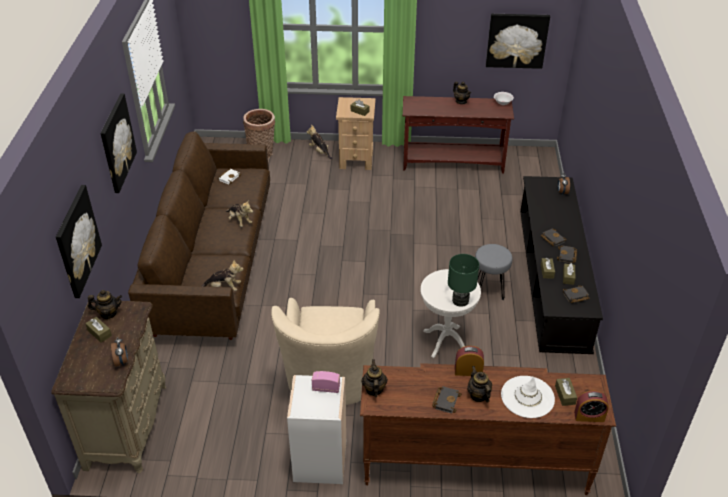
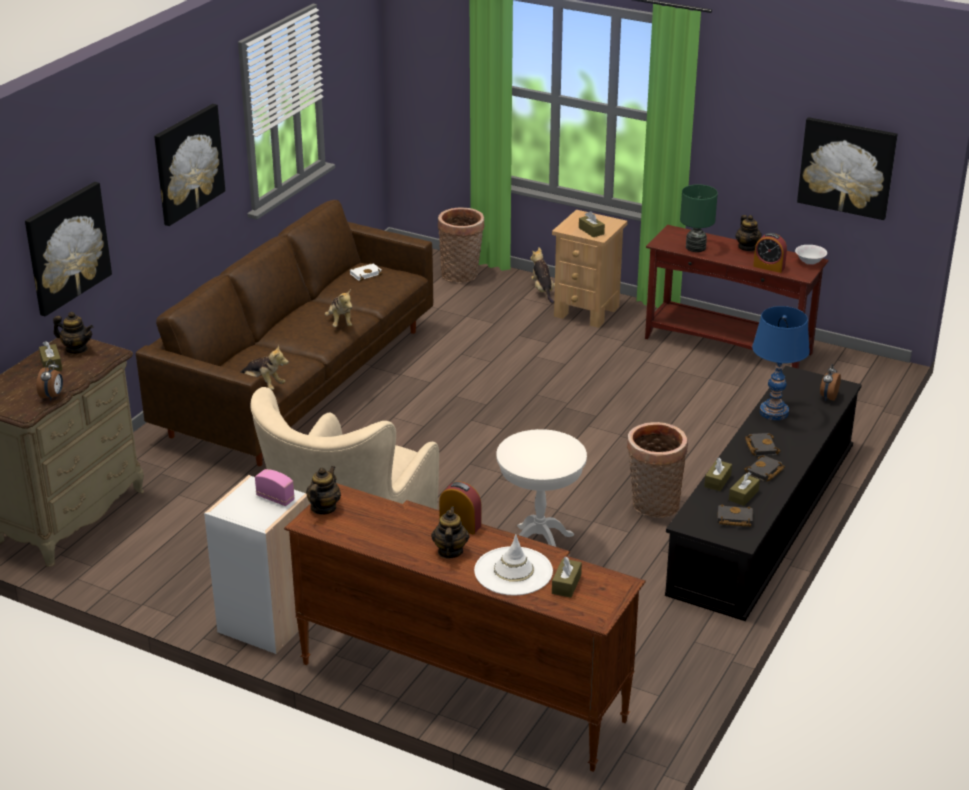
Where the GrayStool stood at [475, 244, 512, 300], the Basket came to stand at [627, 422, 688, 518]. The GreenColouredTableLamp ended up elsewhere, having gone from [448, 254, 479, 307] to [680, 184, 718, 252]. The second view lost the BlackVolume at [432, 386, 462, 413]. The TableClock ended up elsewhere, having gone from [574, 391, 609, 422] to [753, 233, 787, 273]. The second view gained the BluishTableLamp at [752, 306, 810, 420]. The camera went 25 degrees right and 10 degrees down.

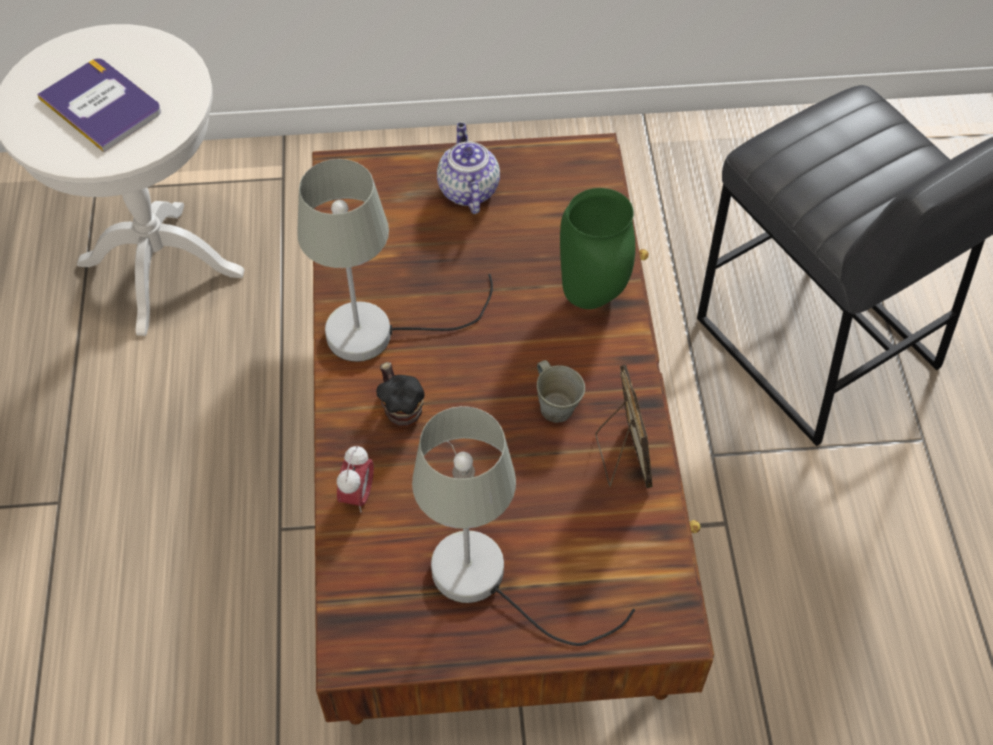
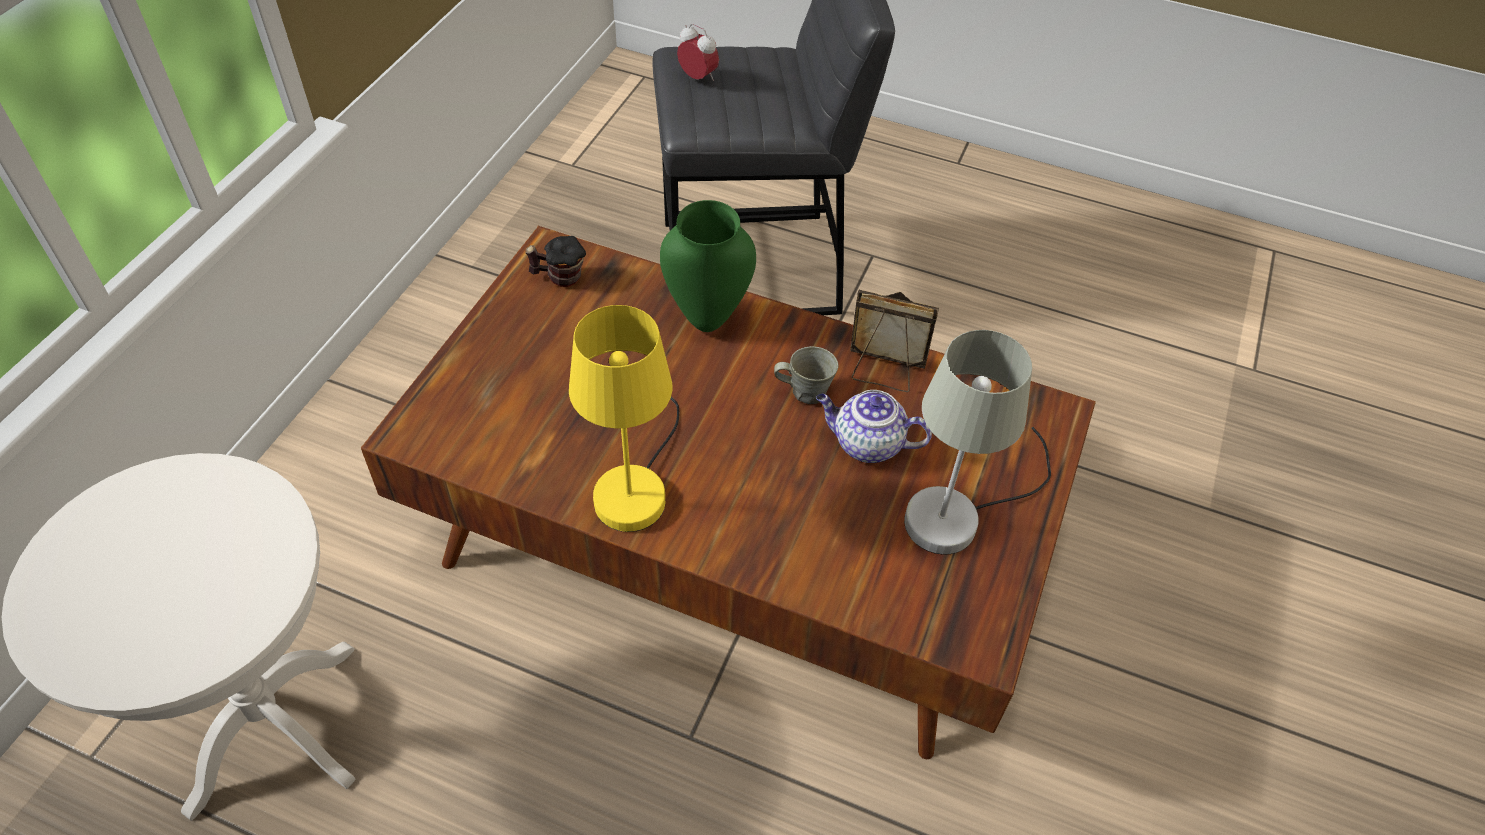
The second view lost the Volume at [37, 58, 161, 152]. The PotForTea ended up elsewhere, having gone from [437, 123, 500, 214] to [816, 390, 932, 463]. What was the GrayTableLamp at [297, 159, 493, 362] turned into the YellowColouredTableLamp at [569, 305, 679, 532]. The Mug ended up elsewhere, having gone from [376, 362, 425, 427] to [525, 236, 586, 287]. The TableClock ended up elsewhere, having gone from [337, 445, 374, 512] to [677, 23, 719, 81]. The camera went 65 degrees left and 5 degrees down.

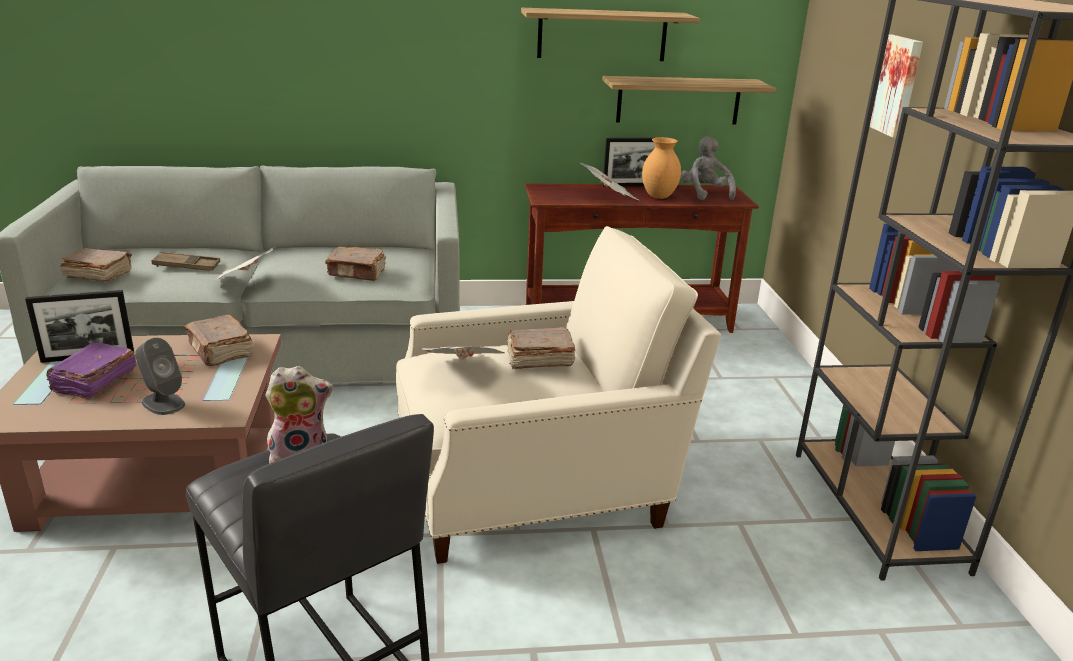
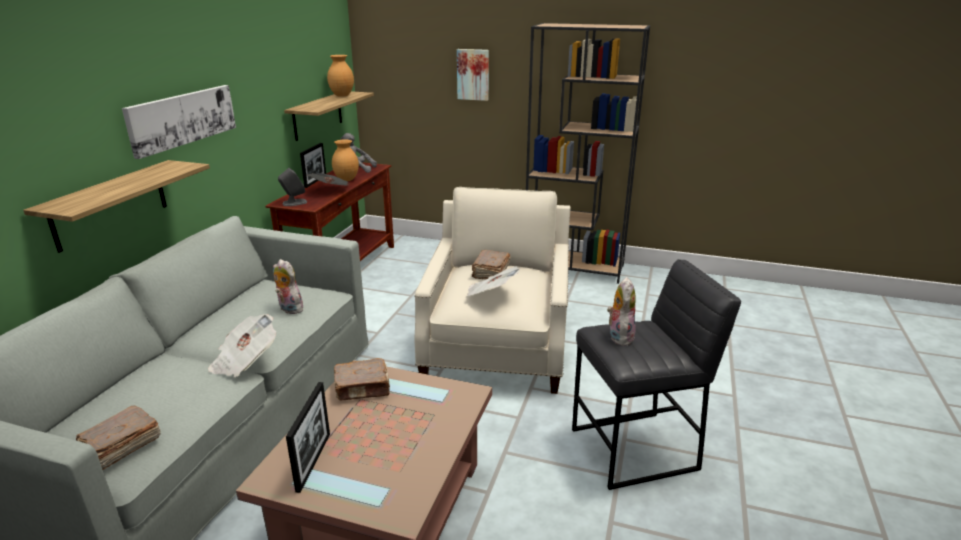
The Shelf ended up elsewhere, having gone from [521, 8, 700, 61] to [23, 160, 210, 253]. Where the BrownishVolume stood at [325, 247, 386, 281], the SoftToy came to stand at [273, 259, 303, 314]. The second view lost the BrownishServingTray at [151, 252, 220, 271]. The GrayLoudspeaker ended up elsewhere, having gone from [135, 338, 185, 415] to [278, 168, 307, 206]. The second view lost the PurplishVolume at [46, 342, 136, 400]. The second view gained the BrownishFlowerVase at [327, 55, 354, 97]. The second view gained the Picture at [122, 85, 236, 159]. The camera went 65 degrees left and 0 degrees up.

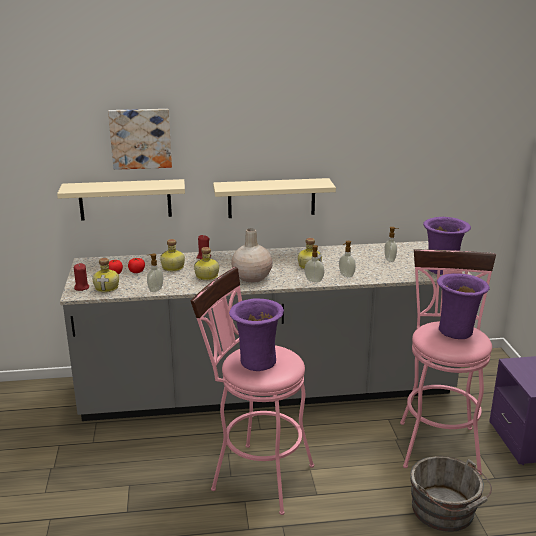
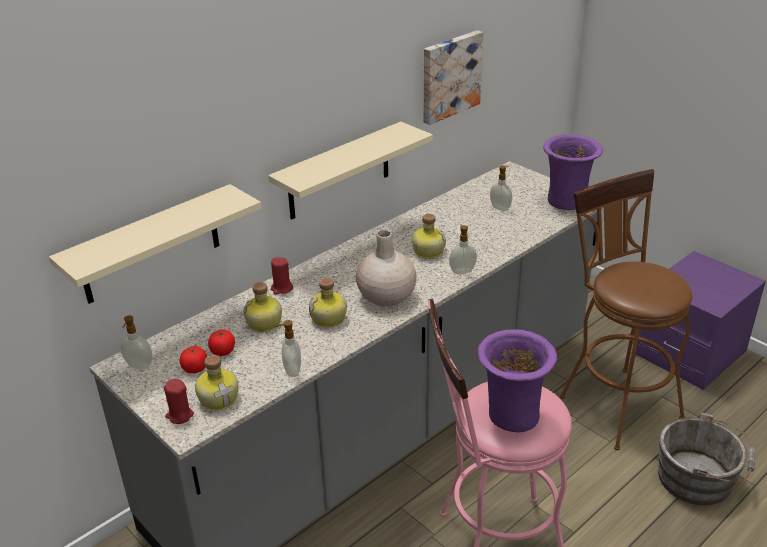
The Picture ended up elsewhere, having gone from [108, 109, 172, 170] to [423, 30, 483, 125]. The LiquidSoapBottle ended up elsewhere, having gone from [339, 241, 356, 278] to [120, 315, 152, 369]. What was the PinkColouredStool at [400, 249, 496, 475] turned into the BrownishStool at [560, 169, 692, 450]. The second view lost the PurplishFlowerVase at [437, 273, 490, 339]. The camera went 35 degrees left and 10 degrees up.

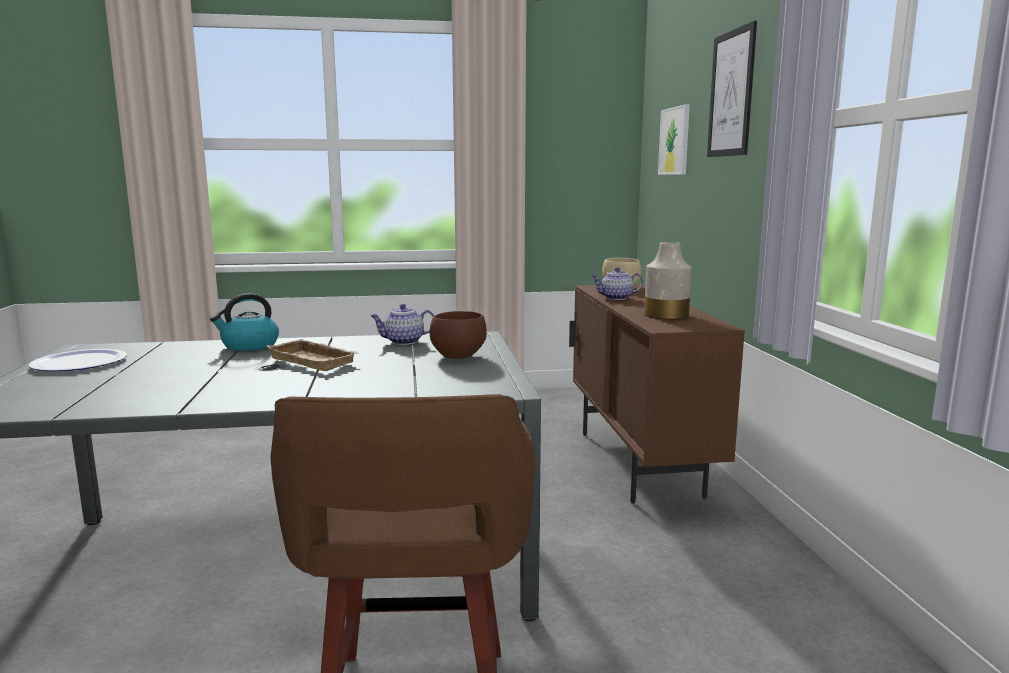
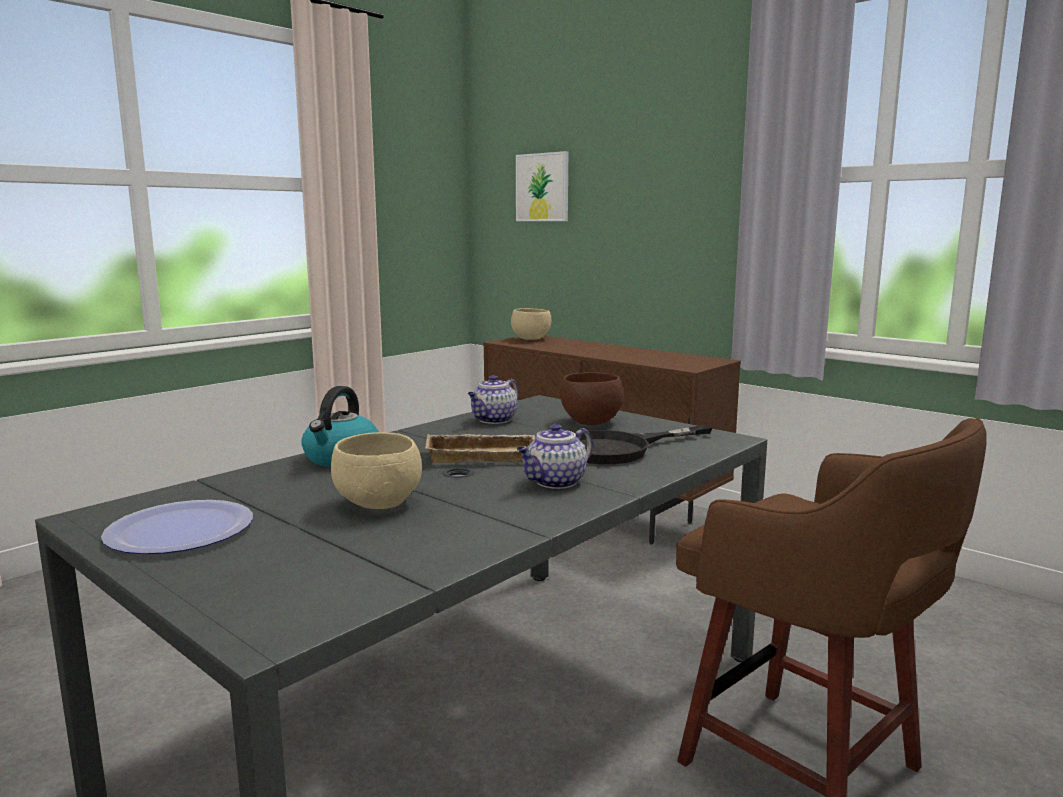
The second view lost the Picture at [707, 21, 757, 157]. The second view lost the BeigeFlowerVase at [644, 242, 692, 320]. The PotForTea ended up elsewhere, having gone from [592, 267, 643, 300] to [517, 424, 593, 489]. The second view gained the BlackPan at [574, 425, 713, 464]. The second view gained the BeigeDeepDish at [331, 432, 422, 509]. The camera went 40 degrees left and 0 degrees up.

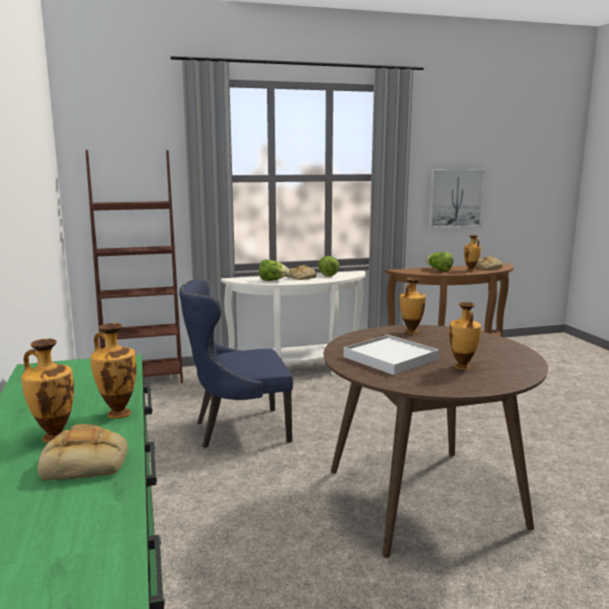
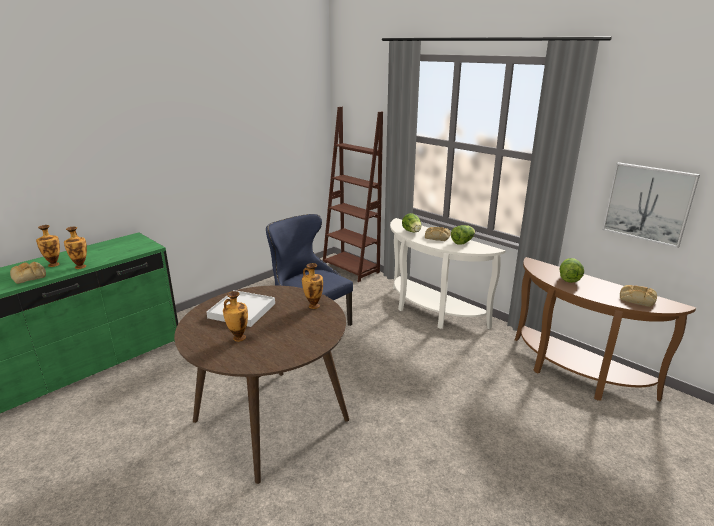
The second view lost the FlowerVase at [464, 235, 481, 271]. The camera went 60 degrees right and 10 degrees up.

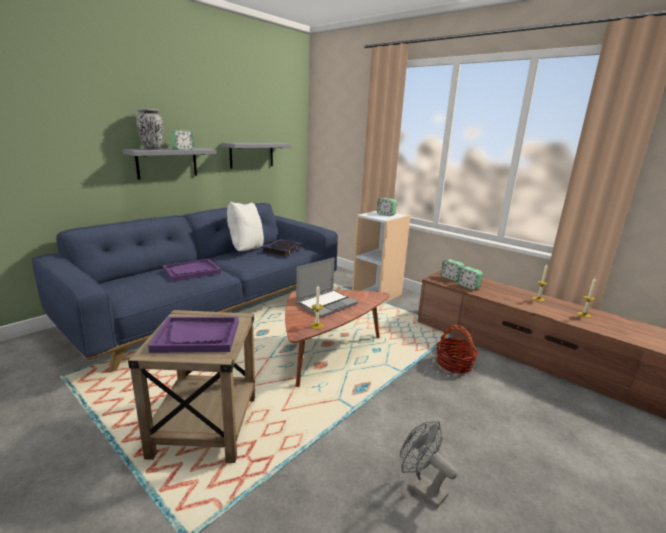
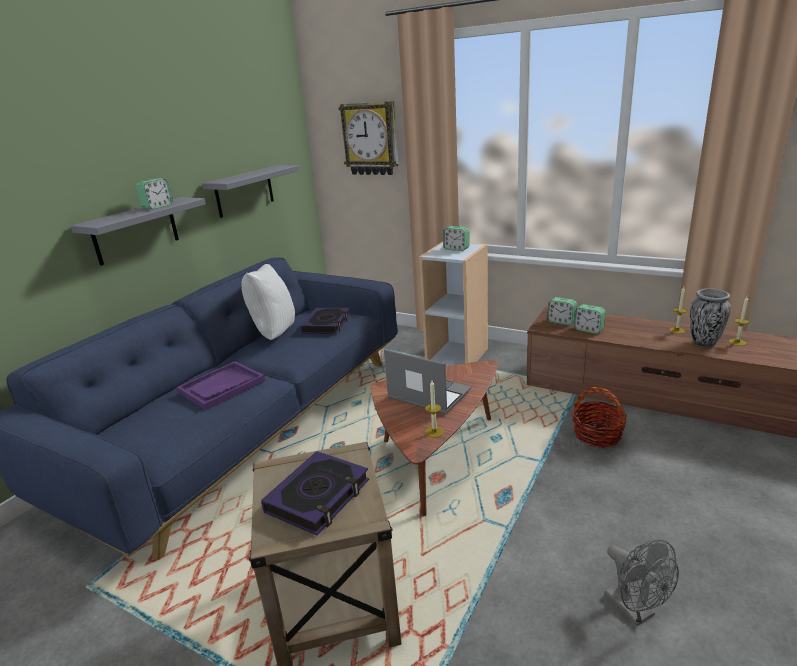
The FlowerVase ended up elsewhere, having gone from [136, 108, 163, 150] to [690, 288, 731, 347]. The PortableComputer at [296, 257, 358, 318] ended up facing another way, 90 degrees counterclockwise from before. Where the PurplishServingTray stood at [148, 317, 239, 353], the Volume came to stand at [261, 451, 369, 535]. The GrayCoolingFan at [400, 421, 458, 508] ended up facing another way, 150 degrees counterclockwise from before. The second view gained the WallClock at [338, 101, 399, 175]. The camera went 10 degrees left and 5 degrees up.

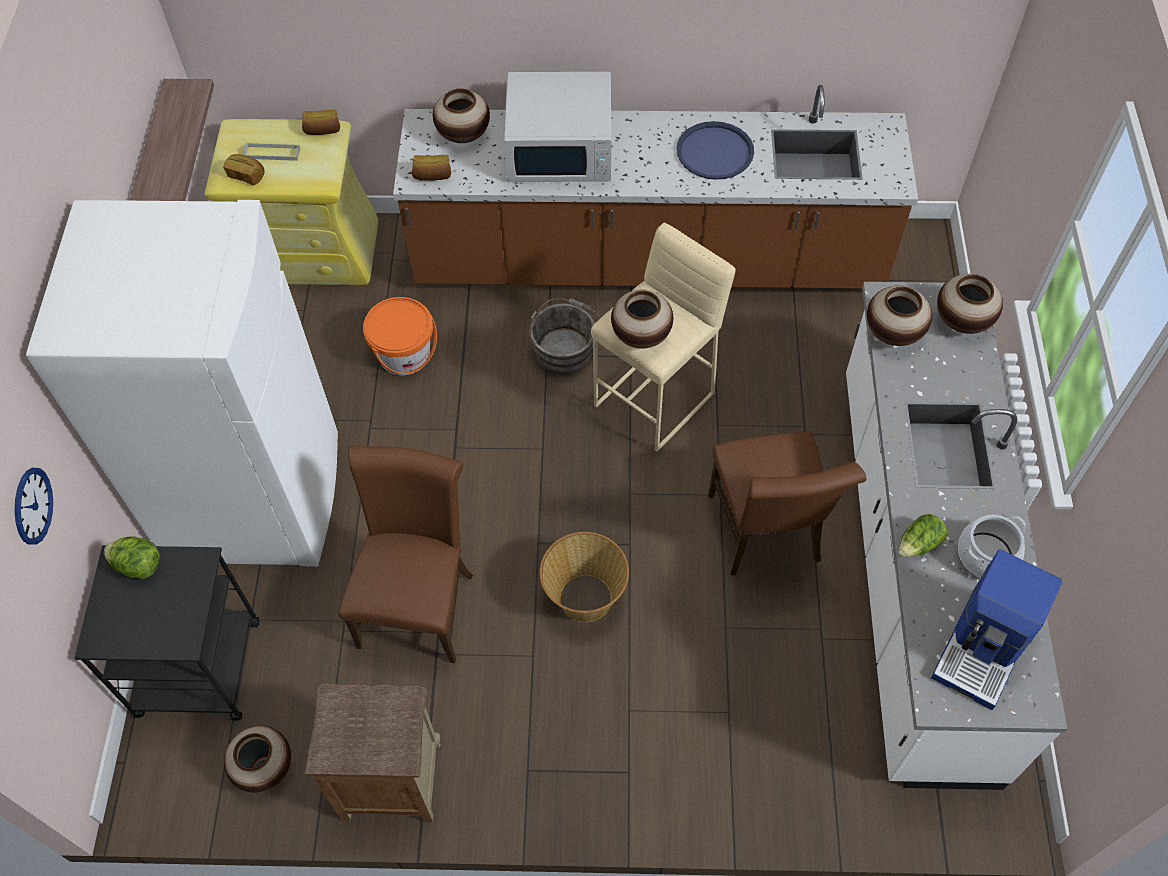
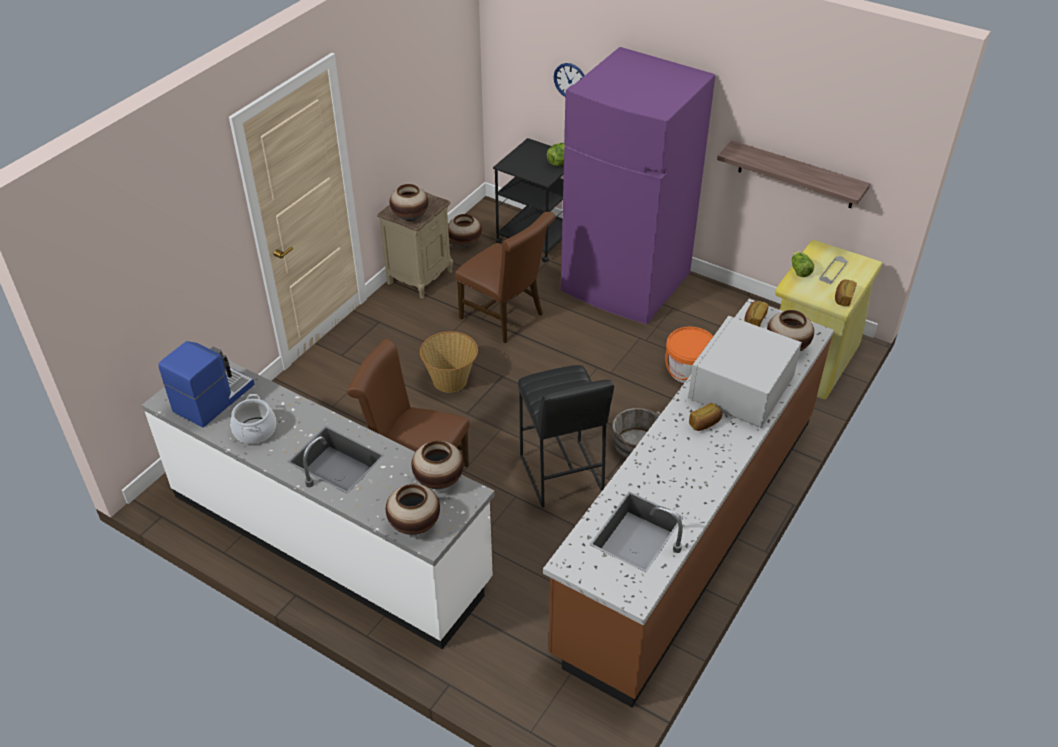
The second view lost the BluishServingTray at [677, 121, 754, 180]. The BakedBread ended up elsewhere, having gone from [223, 154, 264, 185] to [689, 403, 722, 431]. What was the WhiteColouredRefrigerator at [26, 200, 338, 567] turned into the PurplishRefrigerator at [561, 47, 715, 324]. What was the BeigeStool at [591, 223, 736, 452] turned into the BlackStool at [518, 365, 614, 508]. The FlowerVase ended up elsewhere, having gone from [611, 290, 673, 348] to [390, 184, 428, 221]. The HeadOfLettuce ended up elsewhere, having gone from [898, 514, 948, 558] to [792, 251, 814, 277]. The CoffeeMaker at [931, 549, 1062, 710] ended up facing another way, 60 degrees clockwise from before. The camera went 120 degrees right and 15 degrees down.

